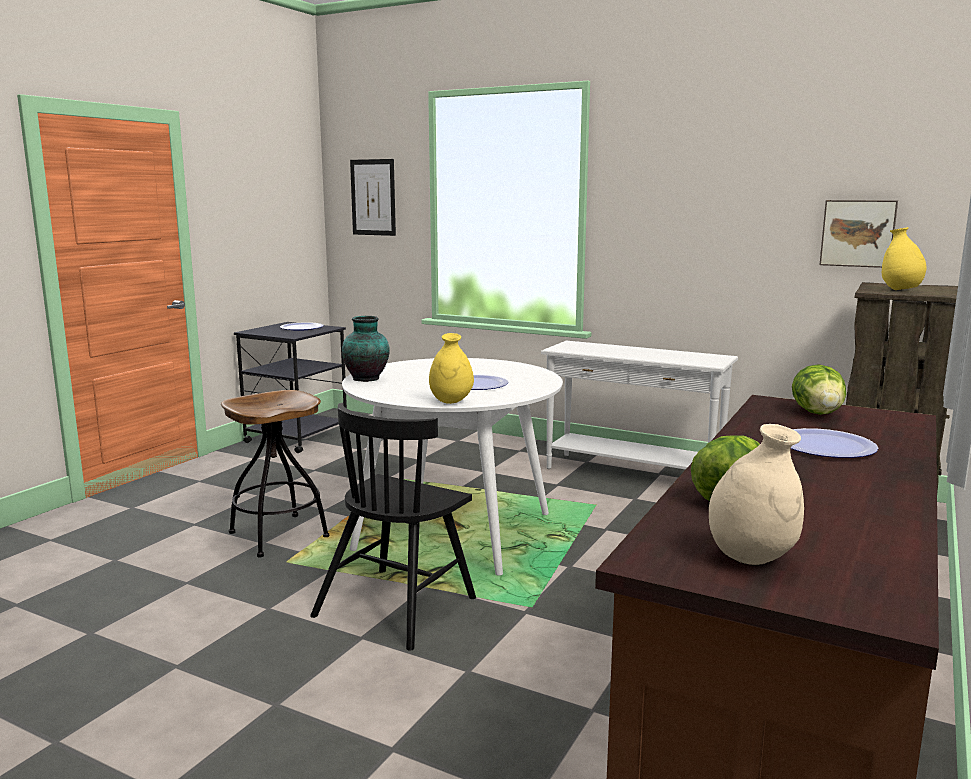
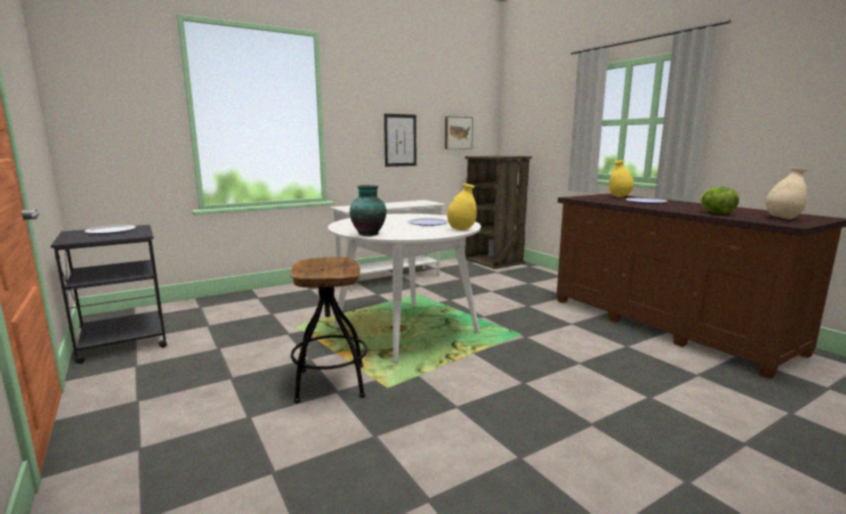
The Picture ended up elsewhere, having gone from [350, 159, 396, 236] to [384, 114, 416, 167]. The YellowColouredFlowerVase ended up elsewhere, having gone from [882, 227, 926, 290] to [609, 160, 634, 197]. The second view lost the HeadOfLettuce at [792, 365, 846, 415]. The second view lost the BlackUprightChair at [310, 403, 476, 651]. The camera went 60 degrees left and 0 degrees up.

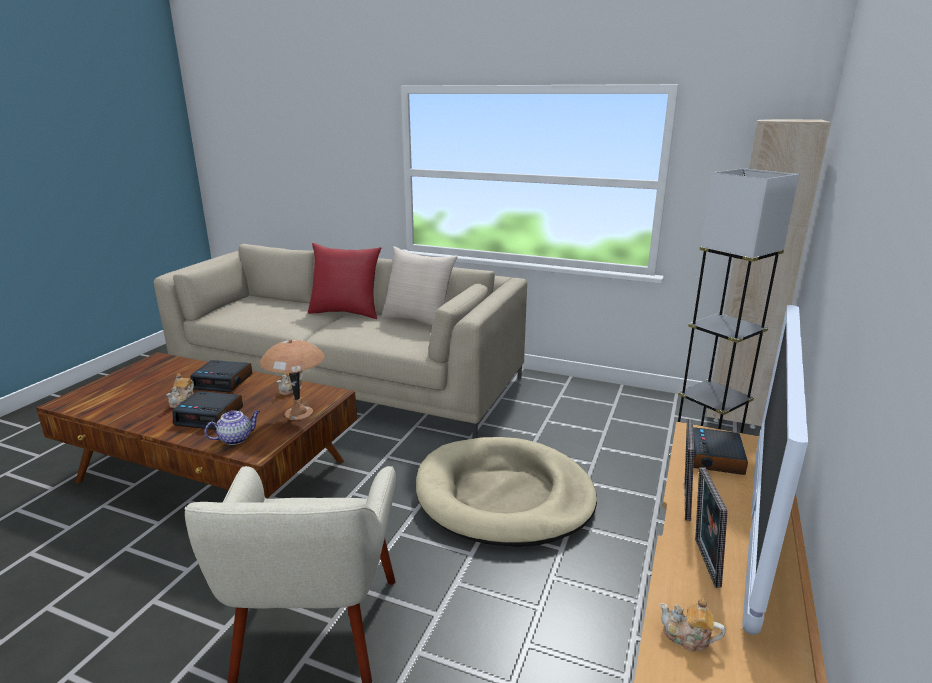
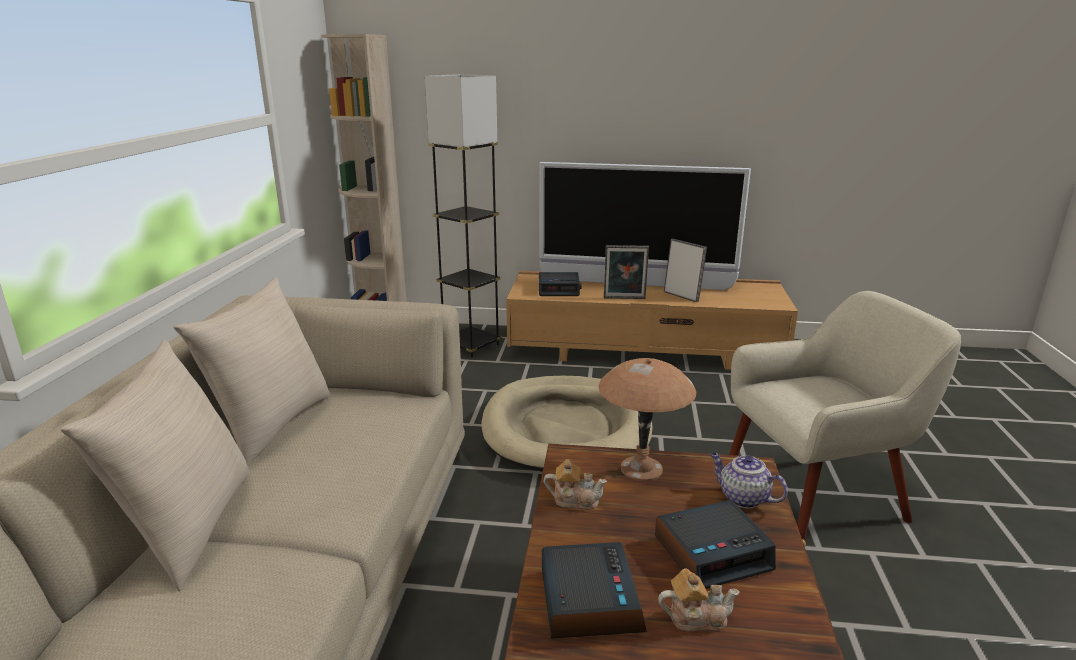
What was the RedThrowPillow at [308, 243, 382, 319] turned into the BeigeThrowPillow at [60, 340, 250, 592]. The TableClock at [172, 391, 243, 430] ended up facing another way, 75 degrees clockwise from before. The PictureFrame at [695, 467, 728, 588] ended up facing another way, 120 degrees counterclockwise from before. The second view lost the PotForTea at [660, 598, 725, 652]. The camera went 105 degrees left and 0 degrees up.

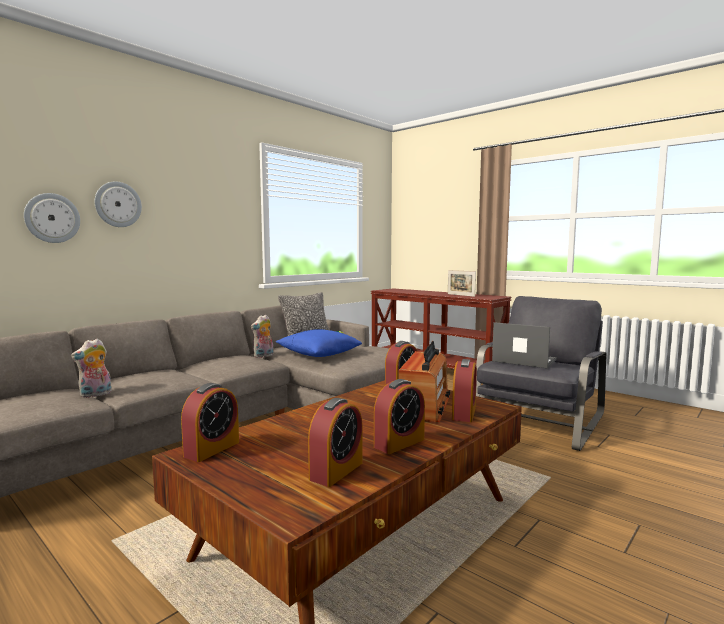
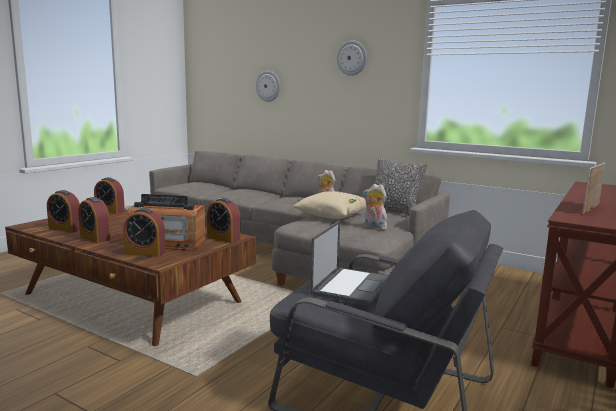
The WallClock ended up elsewhere, having gone from [95, 181, 142, 227] to [336, 40, 367, 76]. What was the BluishThrowPillow at [276, 329, 362, 357] turned into the BeigeThrowPillow at [293, 191, 367, 219]. The SoftToy ended up elsewhere, having gone from [71, 339, 112, 398] to [363, 184, 390, 230]. The camera went 80 degrees right and 5 degrees up.

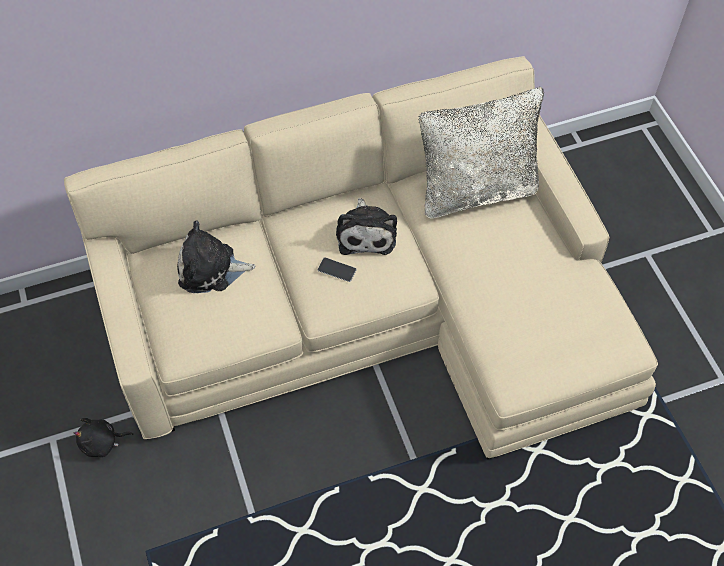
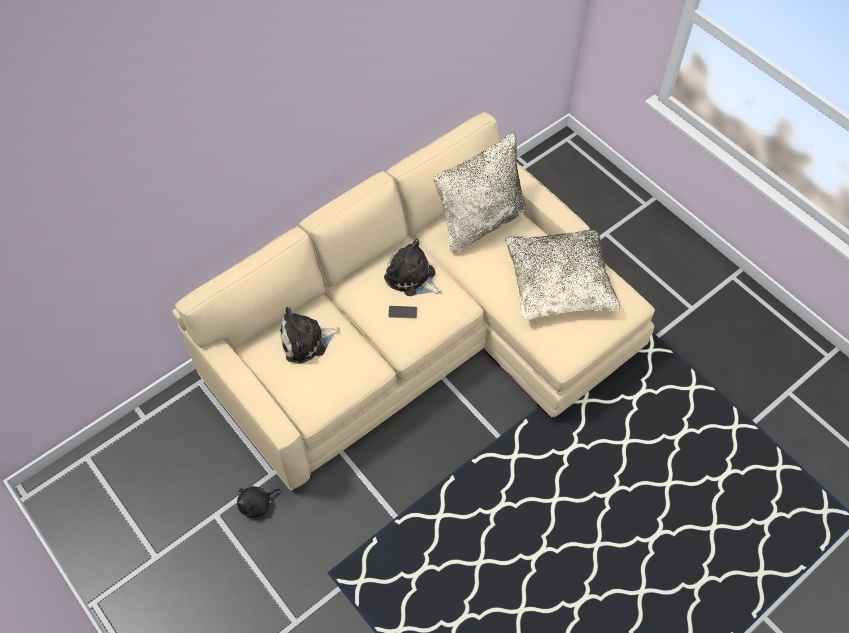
The SoftToy at [336, 198, 397, 255] ended up facing another way, 150 degrees clockwise from before. The second view gained the BeigeThrowPillow at [505, 230, 620, 320]. The camera went 20 degrees left and 0 degrees up.

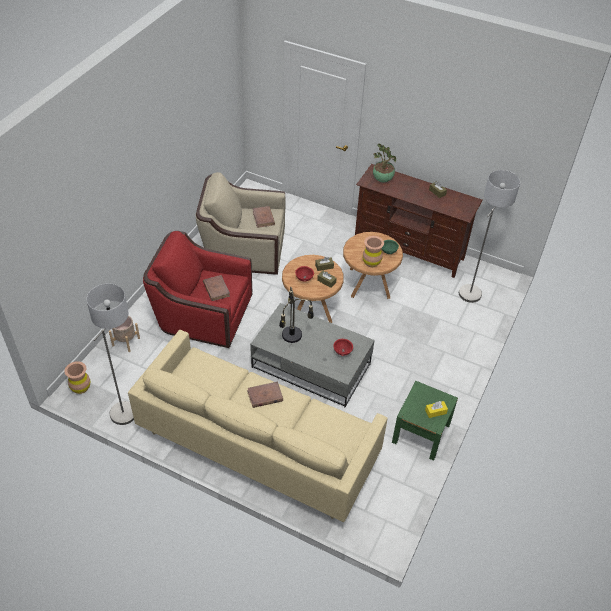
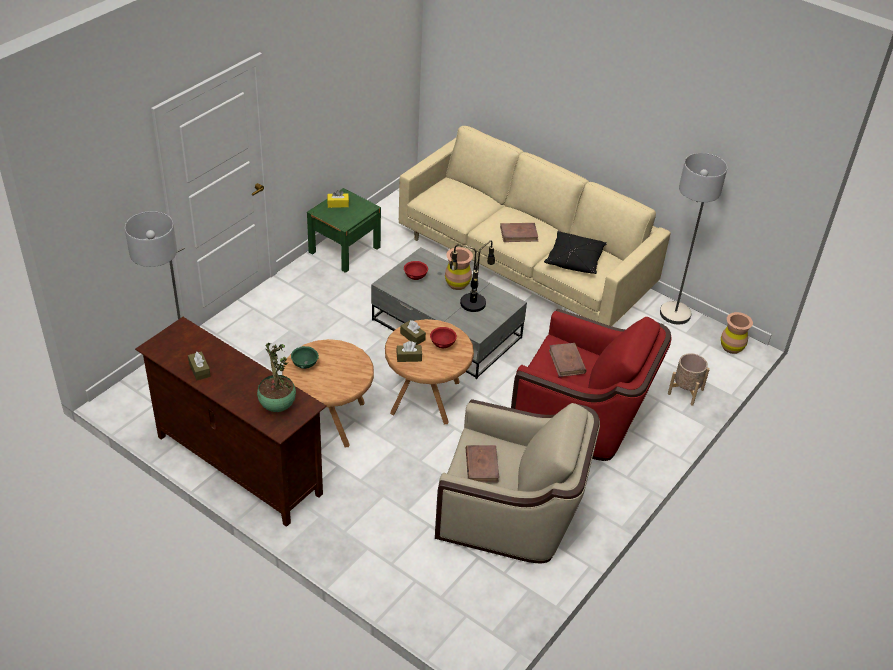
The BrownishFlowerVase ended up elsewhere, having gone from [362, 236, 384, 267] to [445, 247, 473, 290]. The second view gained the BlackThrowPillow at [544, 231, 607, 274]. The camera went 170 degrees left and 5 degrees down.

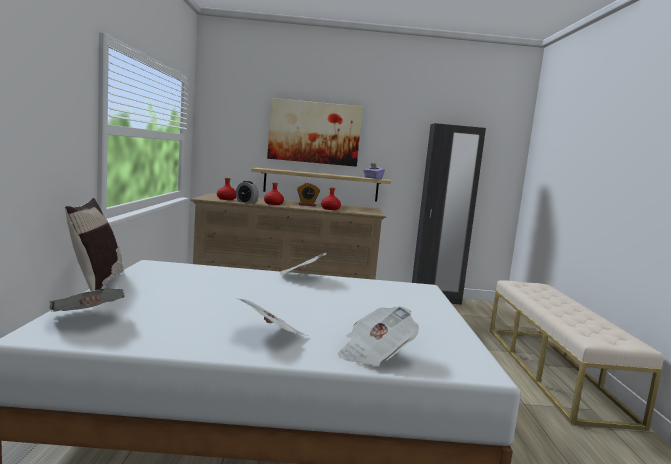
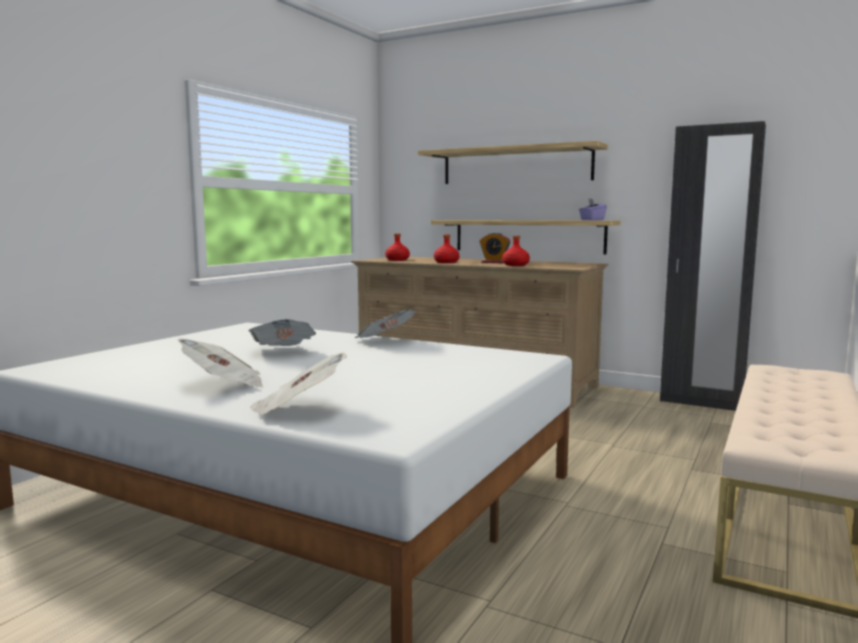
Where the Picture hung at [267, 98, 363, 167], the Shelf came to hang at [418, 141, 608, 184]. The second view lost the TableClock at [236, 181, 259, 204]. The second view lost the ThrowPillow at [65, 198, 123, 291]. The DailyPaper ended up elsewhere, having gone from [50, 288, 125, 311] to [249, 319, 316, 346]. The camera went 30 degrees right and 0 degrees up.

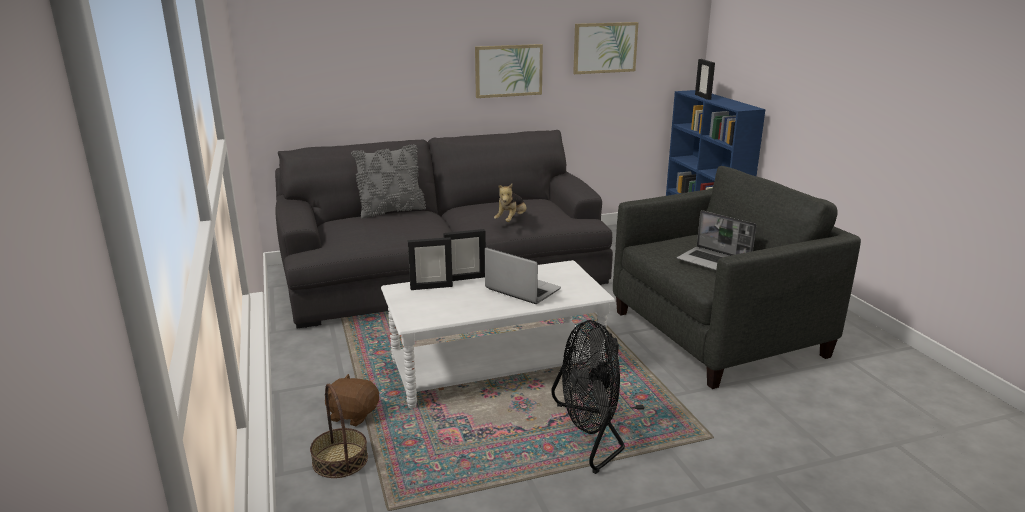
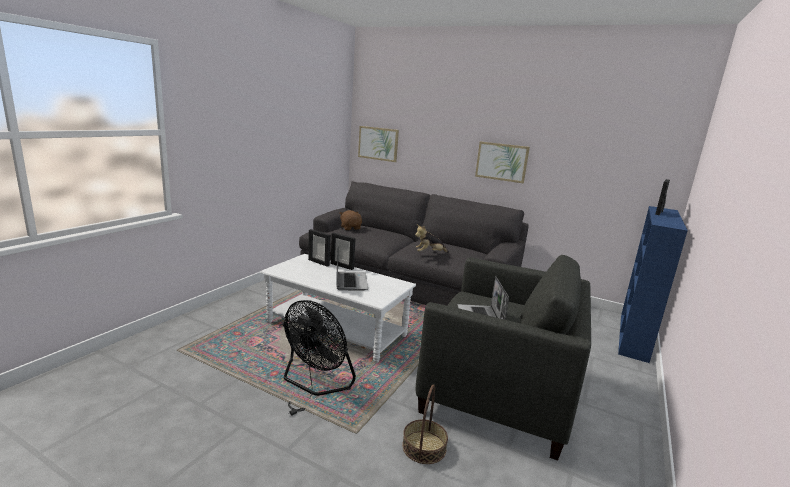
The Picture ended up elsewhere, having gone from [573, 22, 638, 74] to [358, 126, 399, 162]. The second view lost the GrayThrowPillow at [351, 144, 426, 219]. The BlackCoolingFan at [551, 320, 644, 474] ended up facing another way, 90 degrees clockwise from before. The BrownishSoftToy ended up elsewhere, having gone from [325, 374, 379, 426] to [340, 210, 362, 230]. The Basket ended up elsewhere, having gone from [310, 384, 368, 478] to [402, 384, 448, 464]. The camera went 45 degrees right and 5 degrees down.

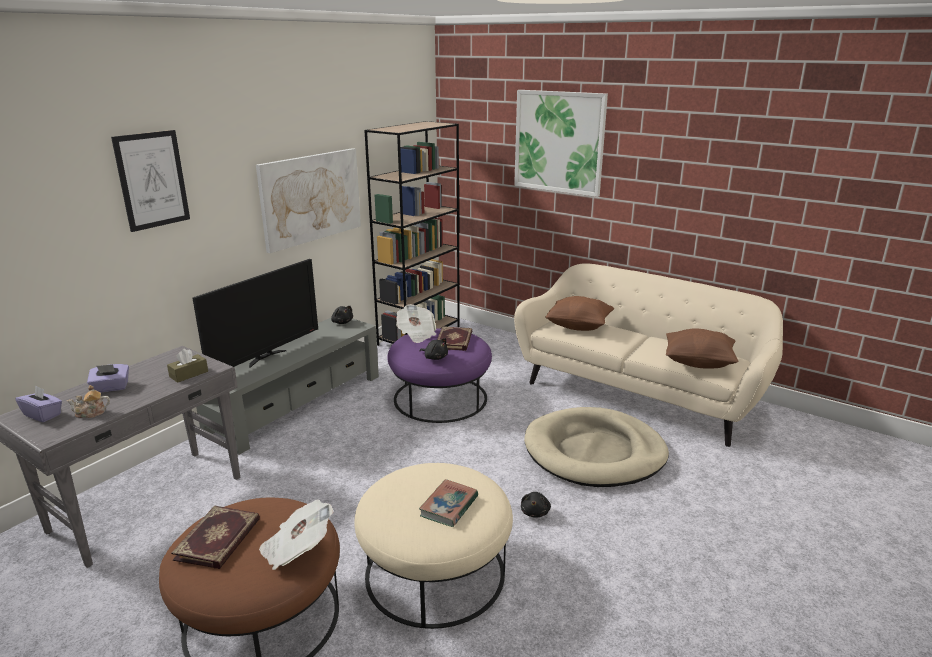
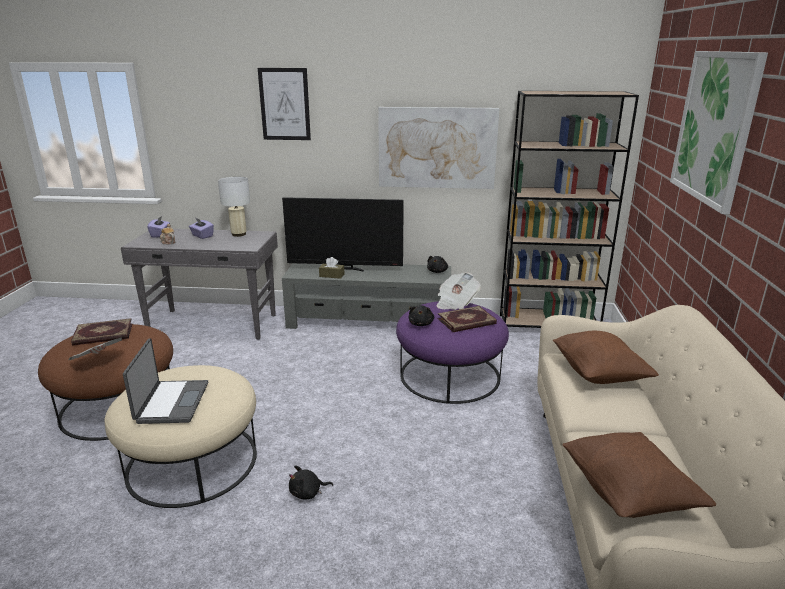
The BrownishTissueHolder ended up elsewhere, having gone from [167, 349, 208, 383] to [319, 257, 344, 279]. The second view lost the BeigePetBed at [524, 407, 669, 487]. Where the Volume stood at [419, 479, 478, 527], the PortableComputer came to stand at [123, 338, 208, 424]. The second view gained the WhiteColouredTableLamp at [218, 177, 250, 237]. The camera went 60 degrees right and 0 degrees up.

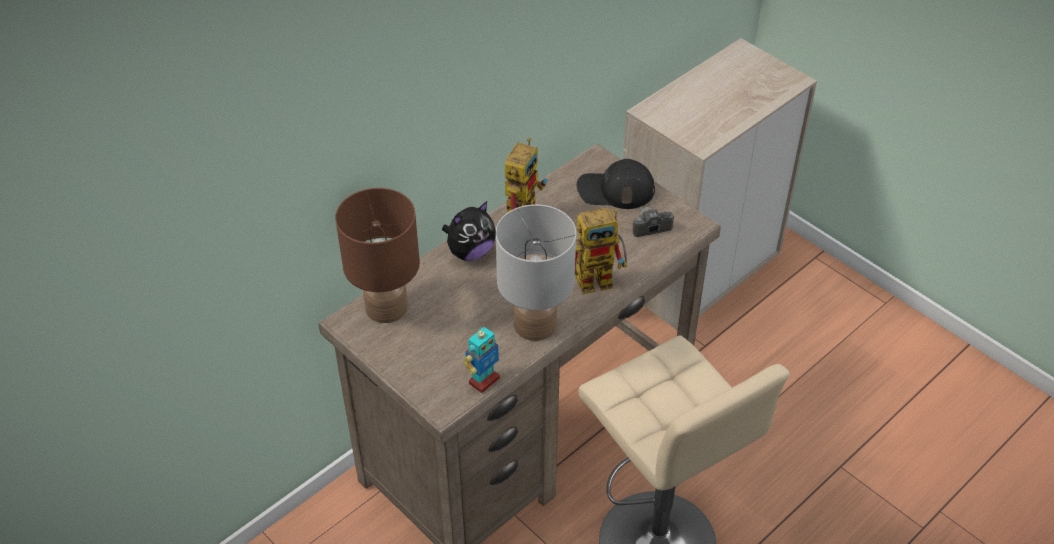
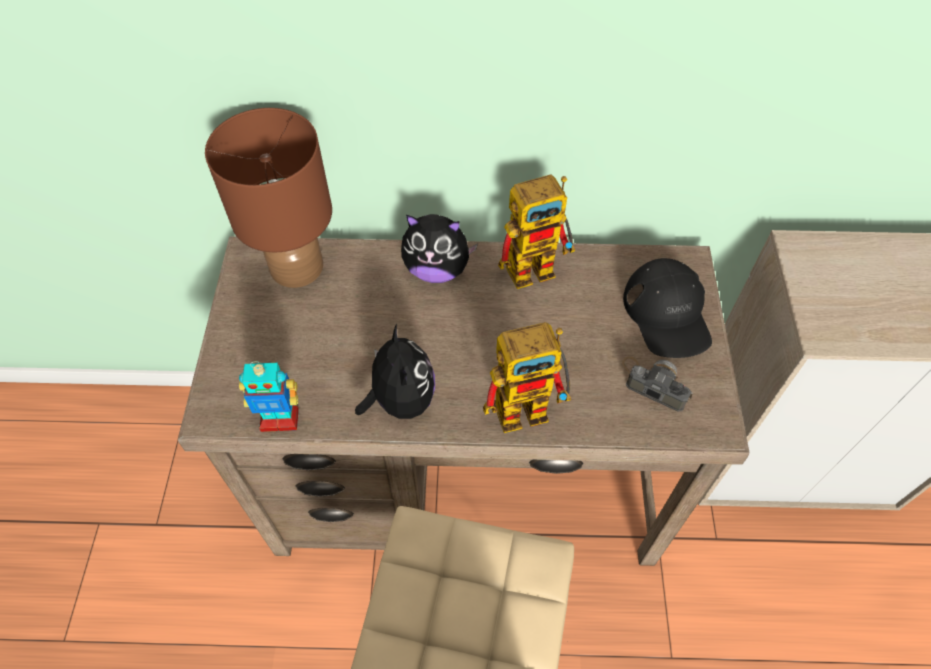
The BlackCap at [577, 159, 655, 209] ended up facing another way, 150 degrees counterclockwise from before. Where the GrayTableLamp stood at [496, 204, 576, 341], the SoftToy came to stand at [355, 324, 435, 419]. The ModelRobot at [575, 207, 627, 294] ended up facing another way, 45 degrees counterclockwise from before. The camera went 45 degrees right and 10 degrees up.

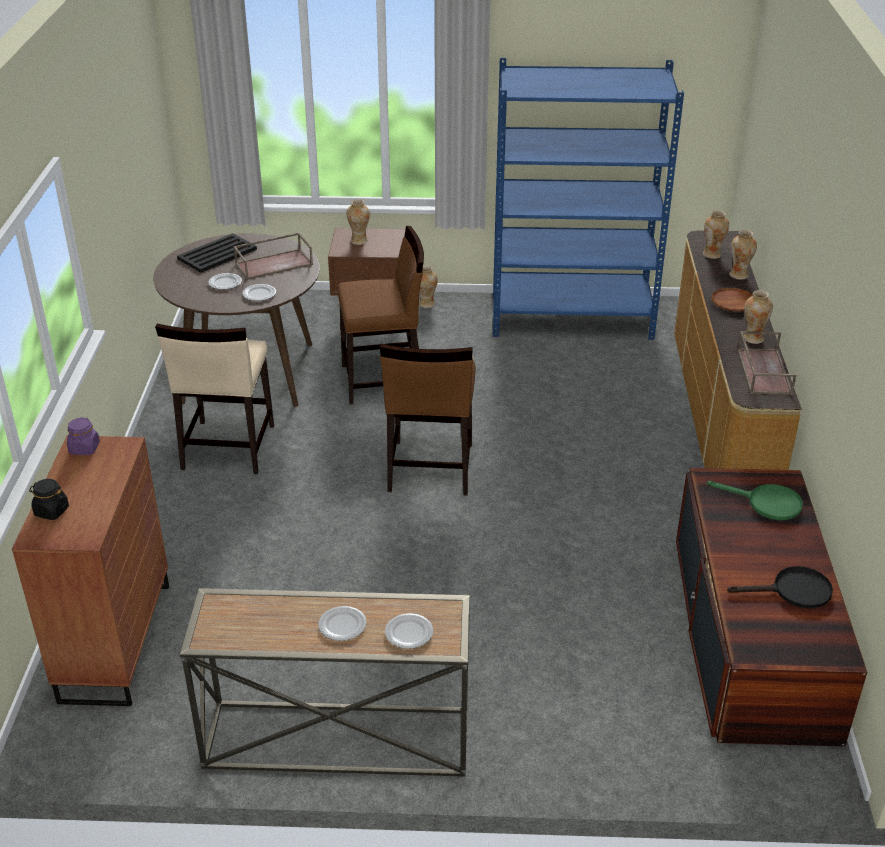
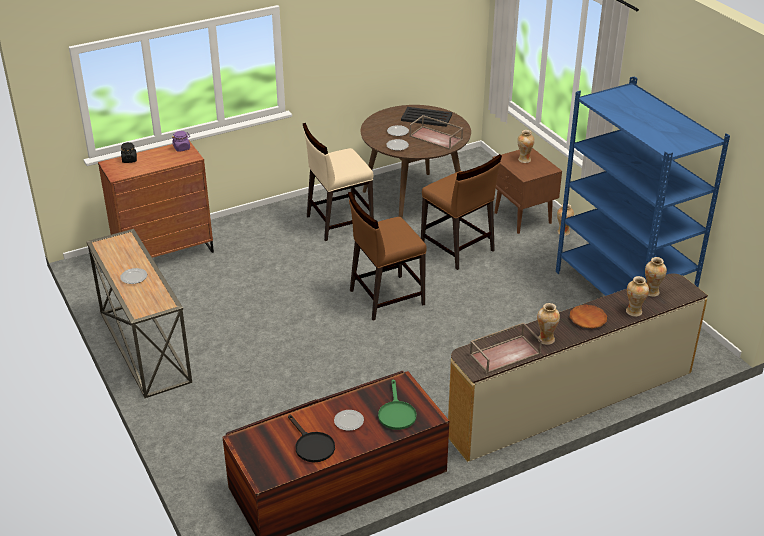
The DinnerPlate ended up elsewhere, having gone from [385, 613, 433, 649] to [334, 410, 364, 431]. The camera went 60 degrees right and 0 degrees up.

